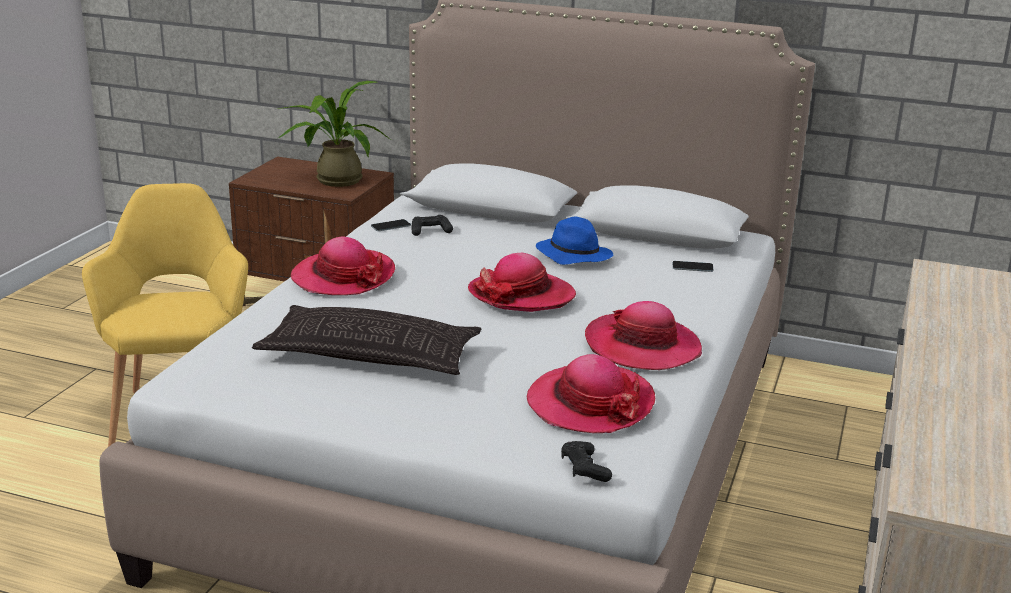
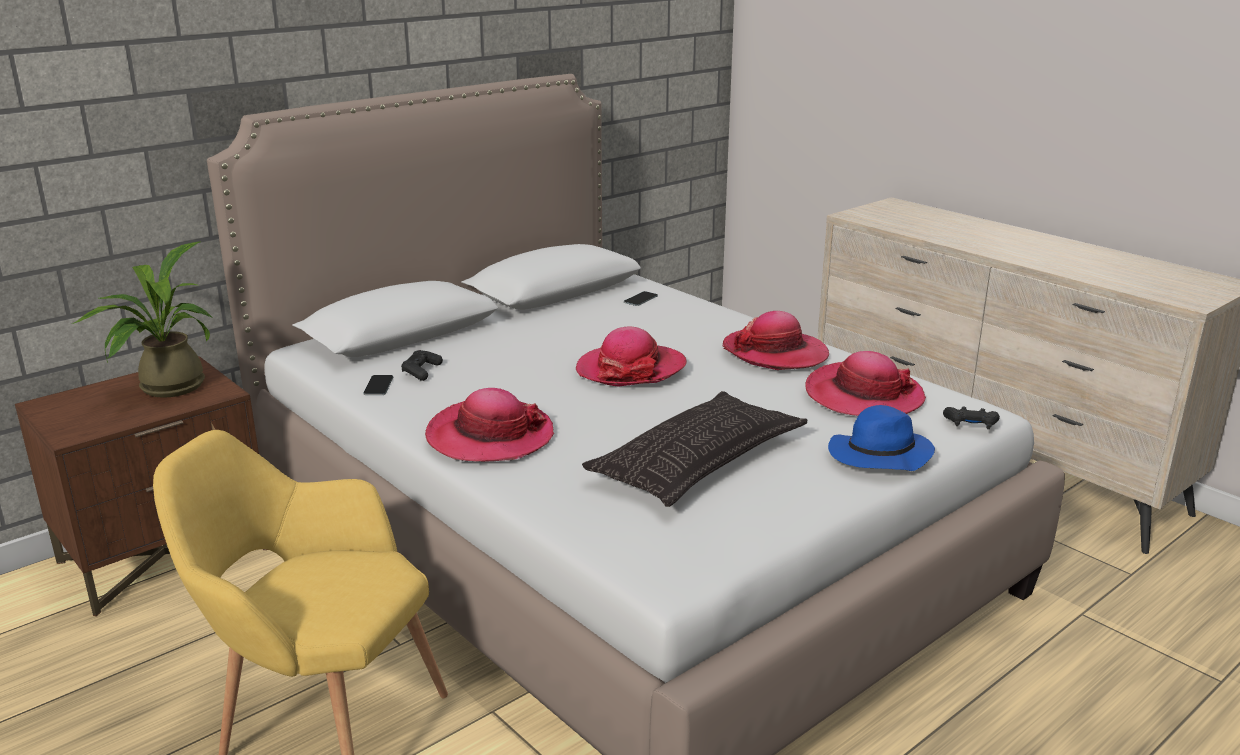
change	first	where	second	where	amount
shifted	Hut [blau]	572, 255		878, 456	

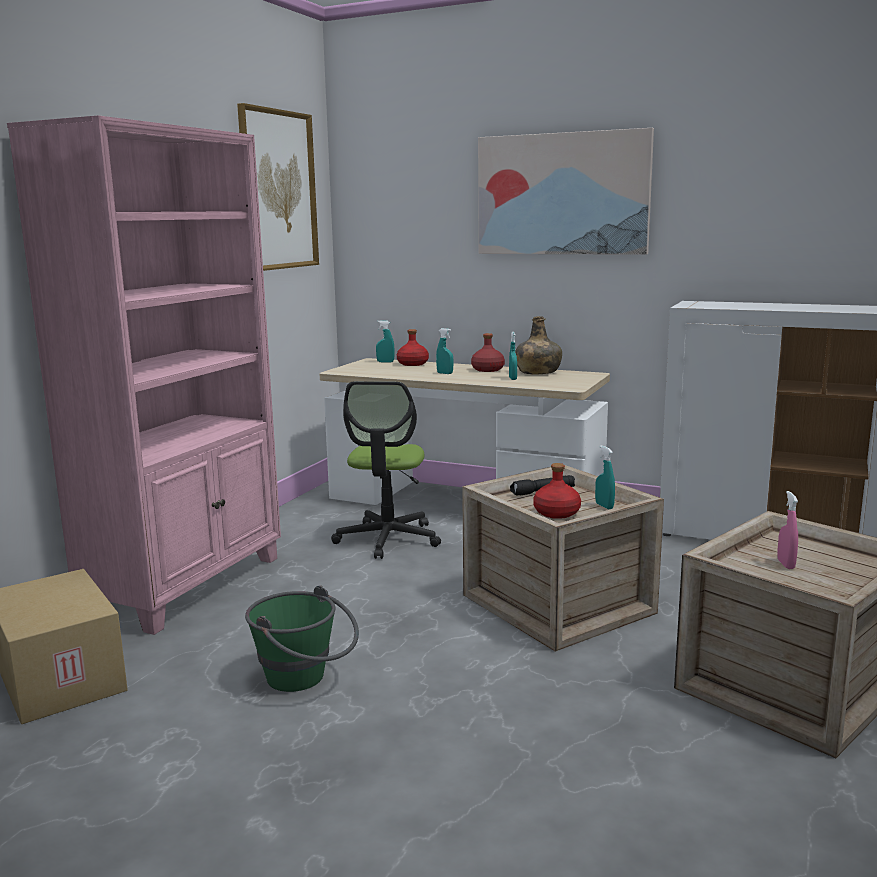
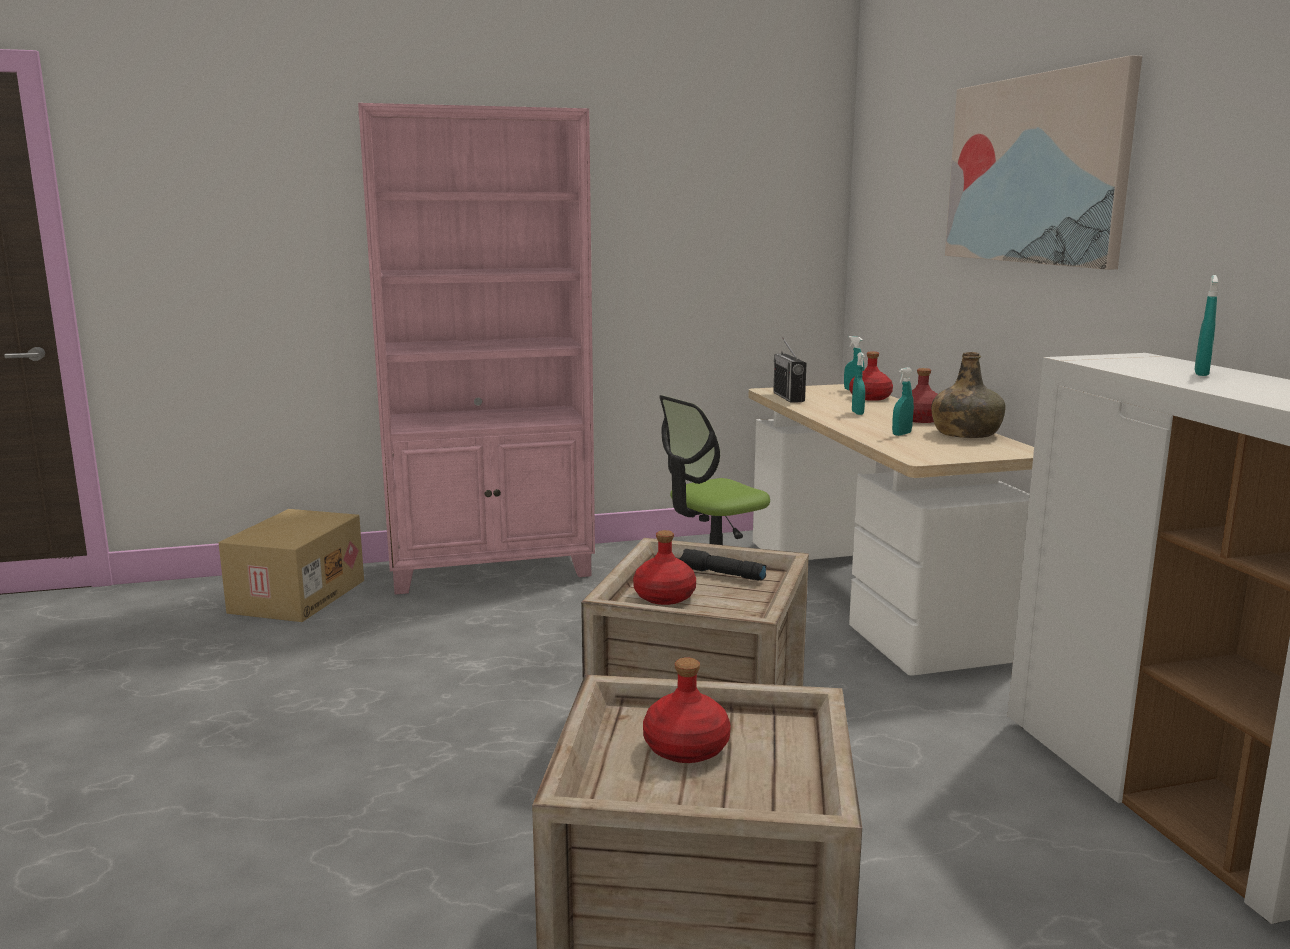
change	first	where	second	where	amount
swapped	Sprühflasche [rosa]	785, 564	Flasche [rot]	687, 748	
new			Radio	788, 397	
shifted	Sprühflasche [türkis]	604, 506		1201, 373	
gone	Bild	278, 190			
gone	Eimer [grün]	305, 679			

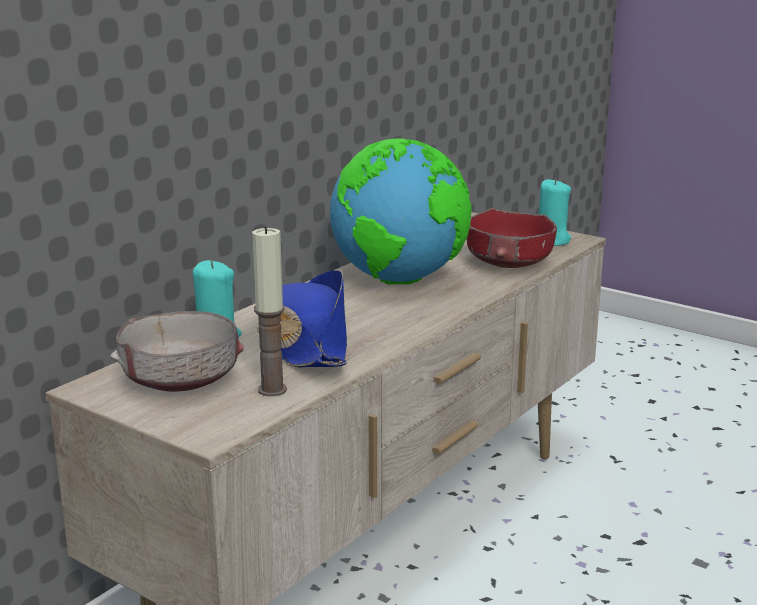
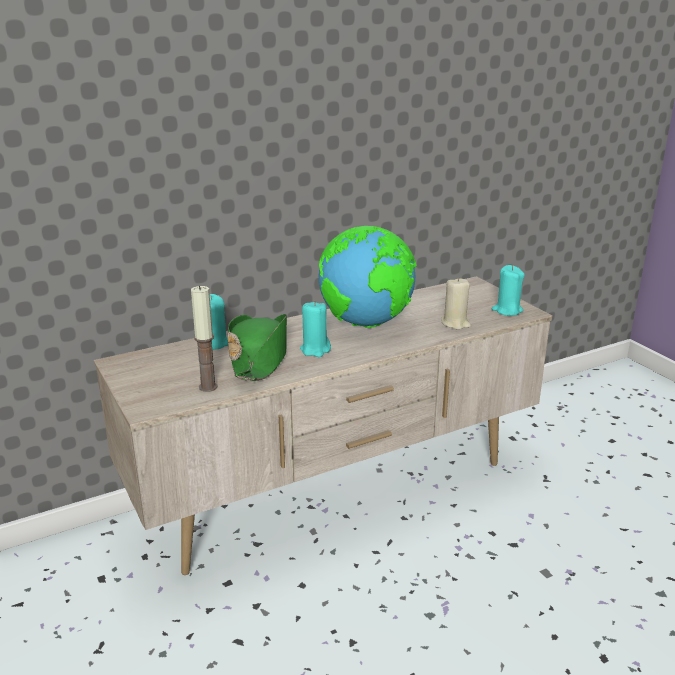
change	first	where	second	where	amount
repainted	Hut [blau]	302, 342	Hut [grün]	259, 357	
new			Kerze [türkis]	315, 350	
swapped	Schüssel [rot]	508, 263	Kerze [beige]	455, 323	
gone	Schüssel [grau]	181, 381			

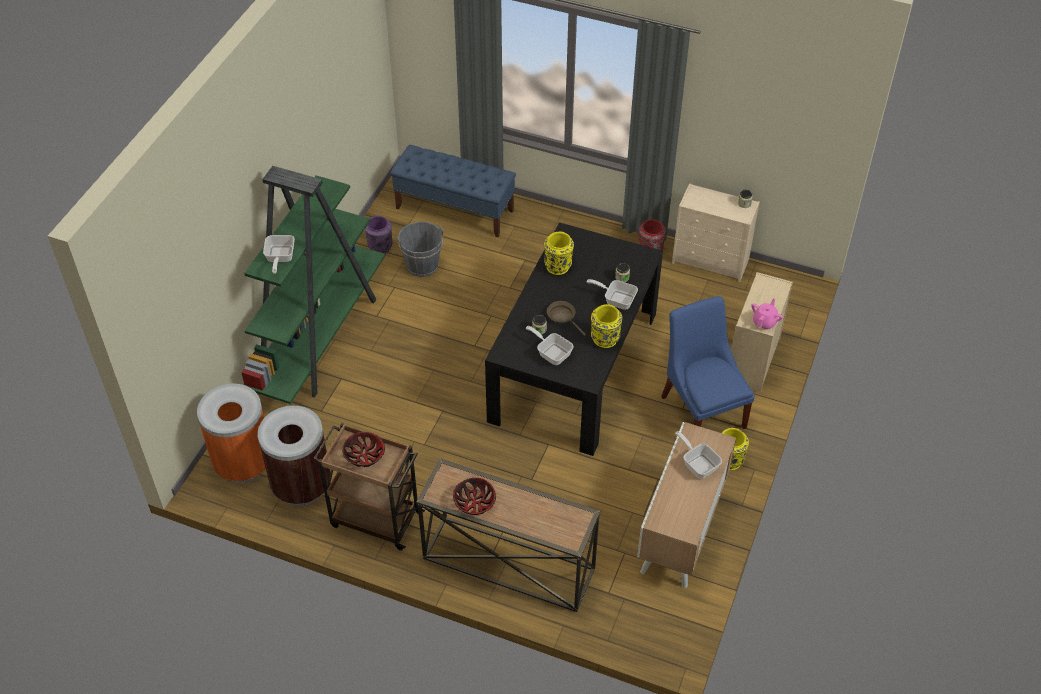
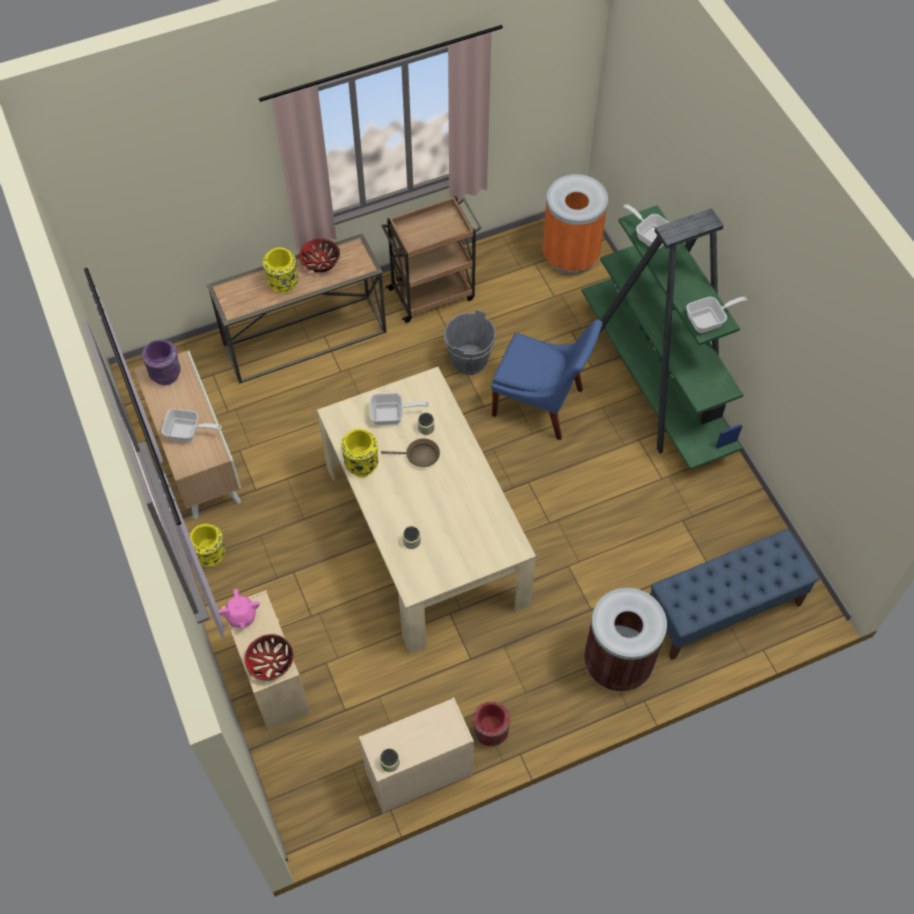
change	first	where	second	where	amount
shifted	Vase [lila]	380, 247		166, 374	
shifted	Schüssel	364, 456		270, 663	
shifted	Vase [gelb]	558, 266		283, 283	
repainted	Esstisch [schwarz]	574, 366	Esstisch [beige]	425, 534	
shifted	Eimer [grau]	422, 265		469, 360	
shifted	Stuhl [blau]	702, 408		541, 404	
shifted	Mülleimer [braun]	302, 485		617, 663	
shifted	Pfanne	616, 299		709, 320	

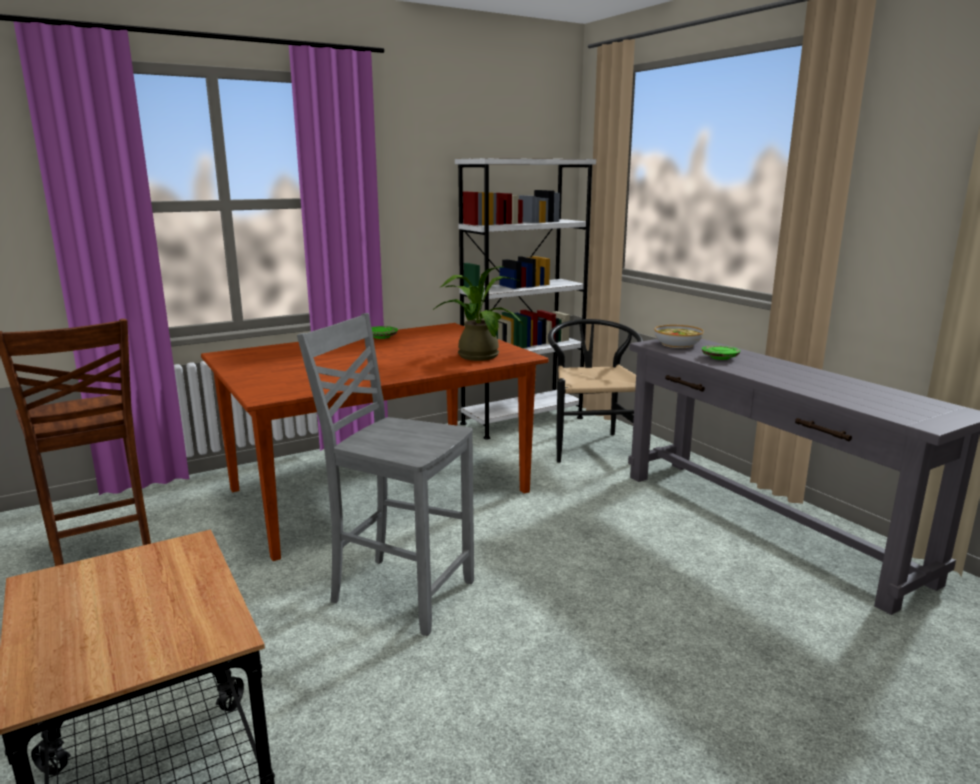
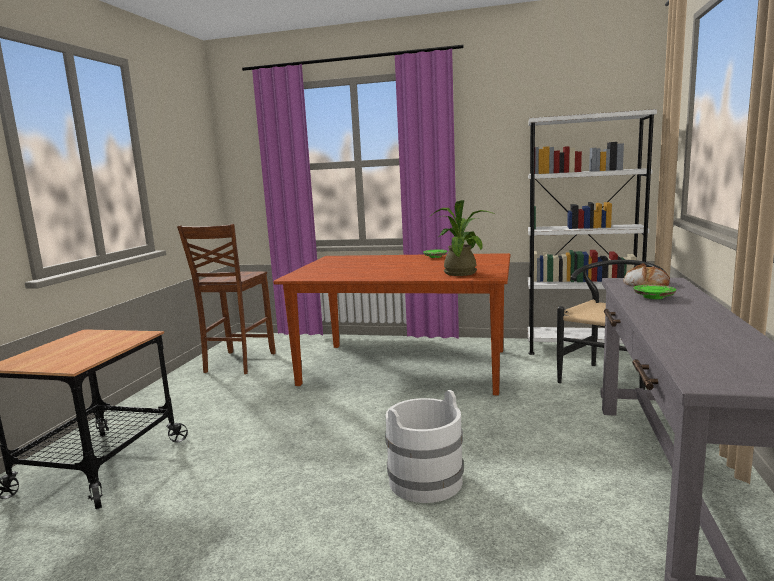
change	first	where	second	where	amount
new			Eimer [weiß]	425, 481	
swapped	Schüssel	677, 344	Brot	645, 283	
gone	Stuhl [grau]	400, 592			

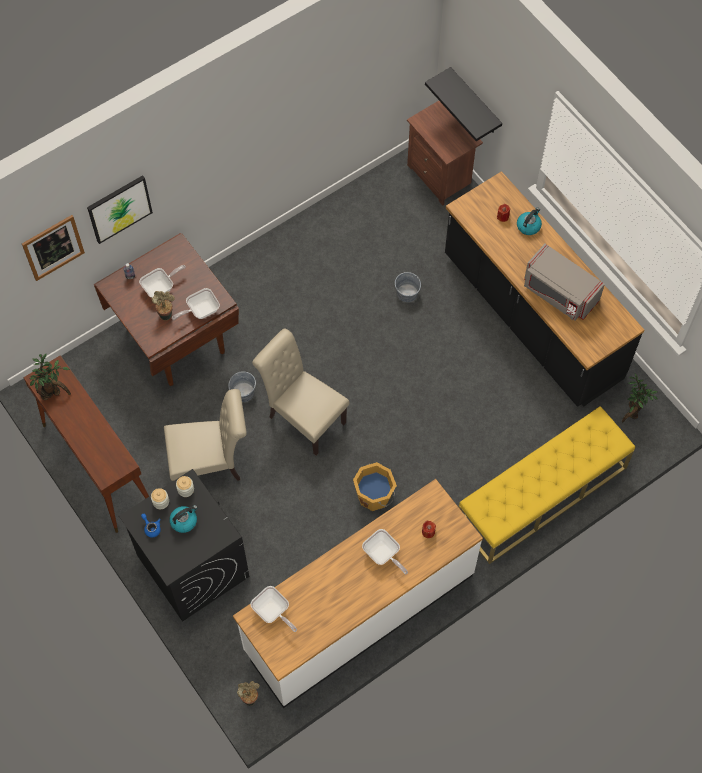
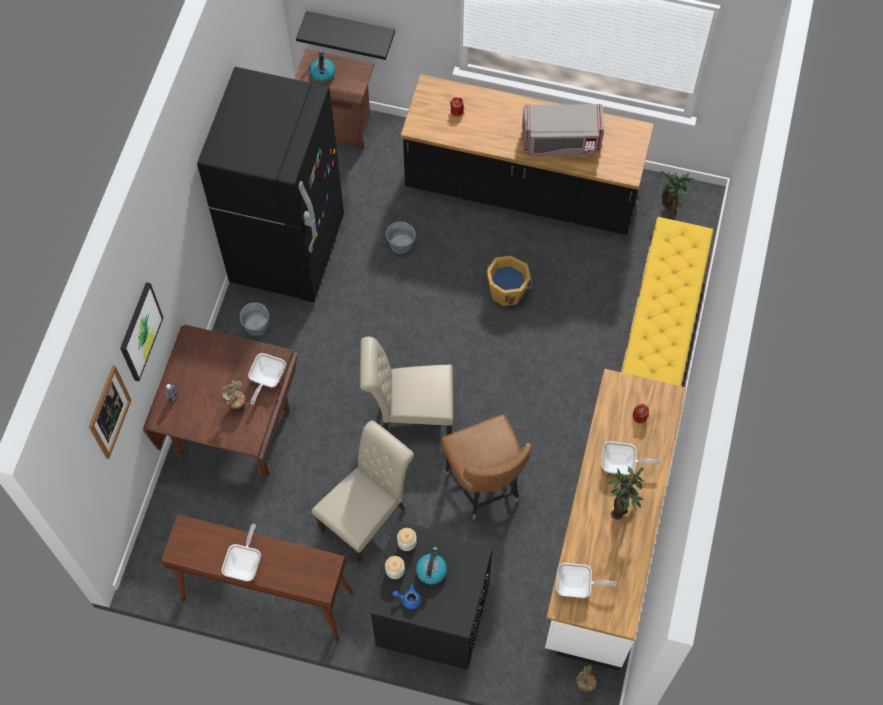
change	first	where	second	where	amount
new			Kühlschrank [schwarz]	288, 250	
shifted	Pfanne	161, 288		245, 563	
shifted	Eimer [grau]	243, 392		256, 325	
shifted	Wasserkessel	528, 226		322, 73	
new			Stuhl [braun]	484, 485	
shifted	Eimer [orange]	374, 495		507, 290	
shifted	Topfpflanze	53, 394		621, 507	

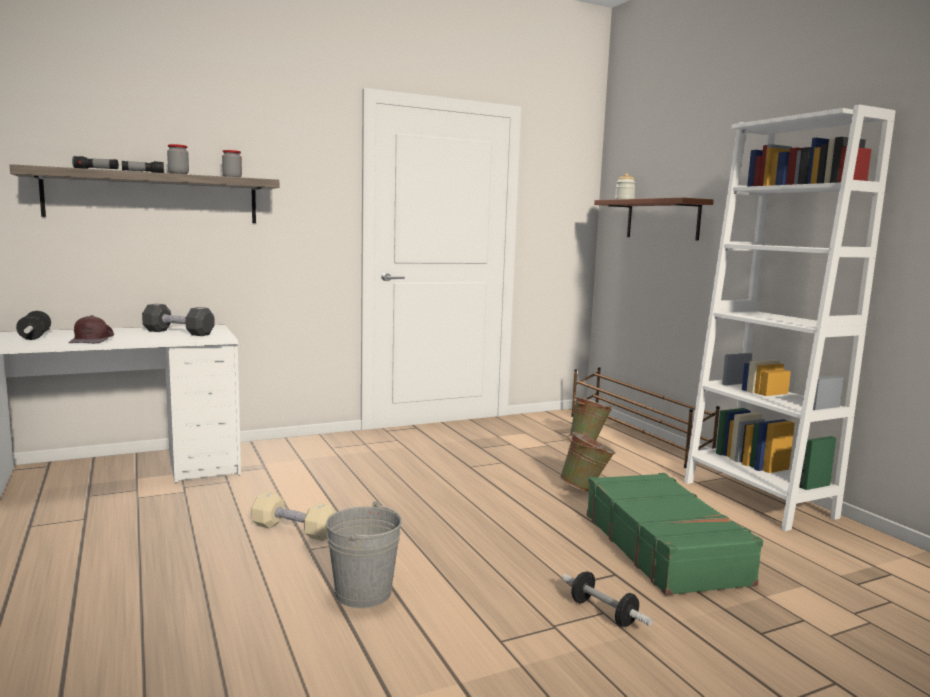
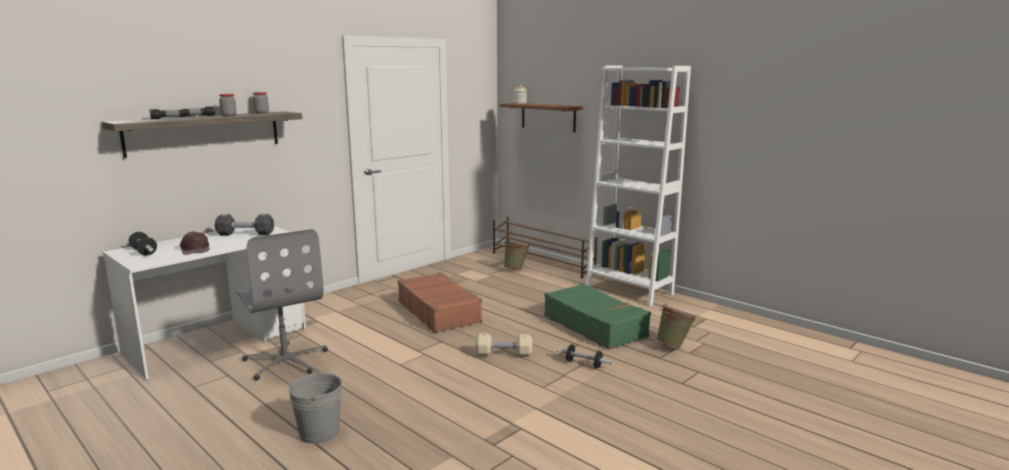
change	first	where	second	where	amount
new			Bürostuhl [grau]	286, 361	
shifted	Eimer [grau]	363, 593		319, 433	
new			Koffer [braun]	439, 312	
shifted	Hantel [beige]	294, 530		504, 354	
shifted	Eimer [grün]	586, 489		674, 346	

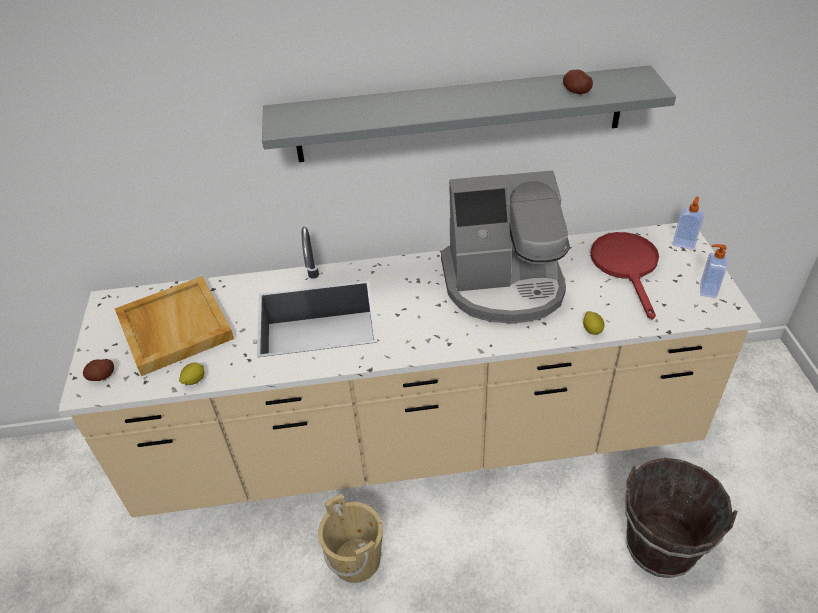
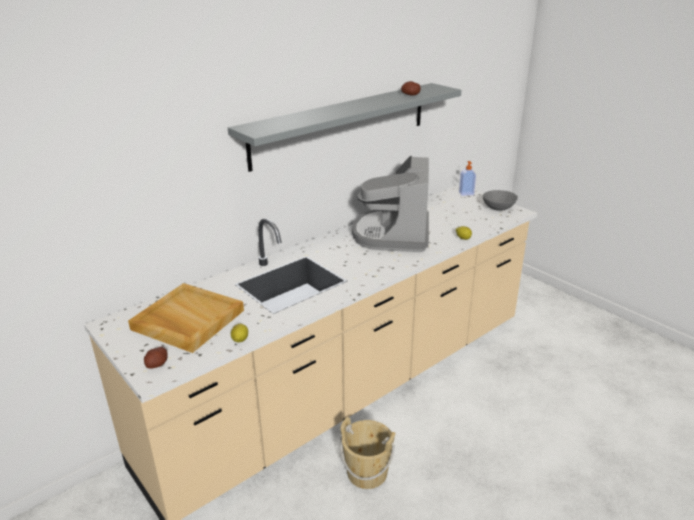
change	first	where	second	where	amount
rotated	Kaffeemaschine	504, 285		393, 234	135 degrees clockwise
swapped	Seifenspender	707, 290	Schüssel [grau]	499, 207	
gone	Pfanne [rot]	627, 266			
gone	Eimer [braun]	660, 546			

